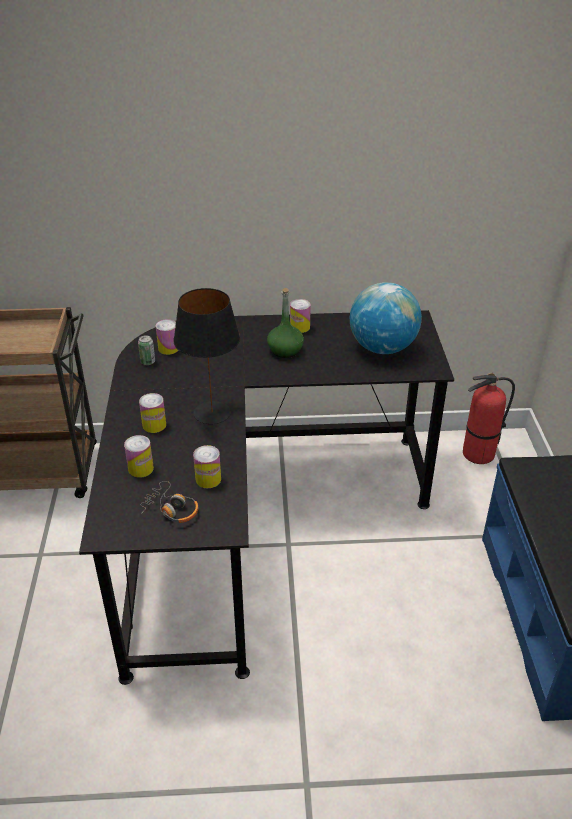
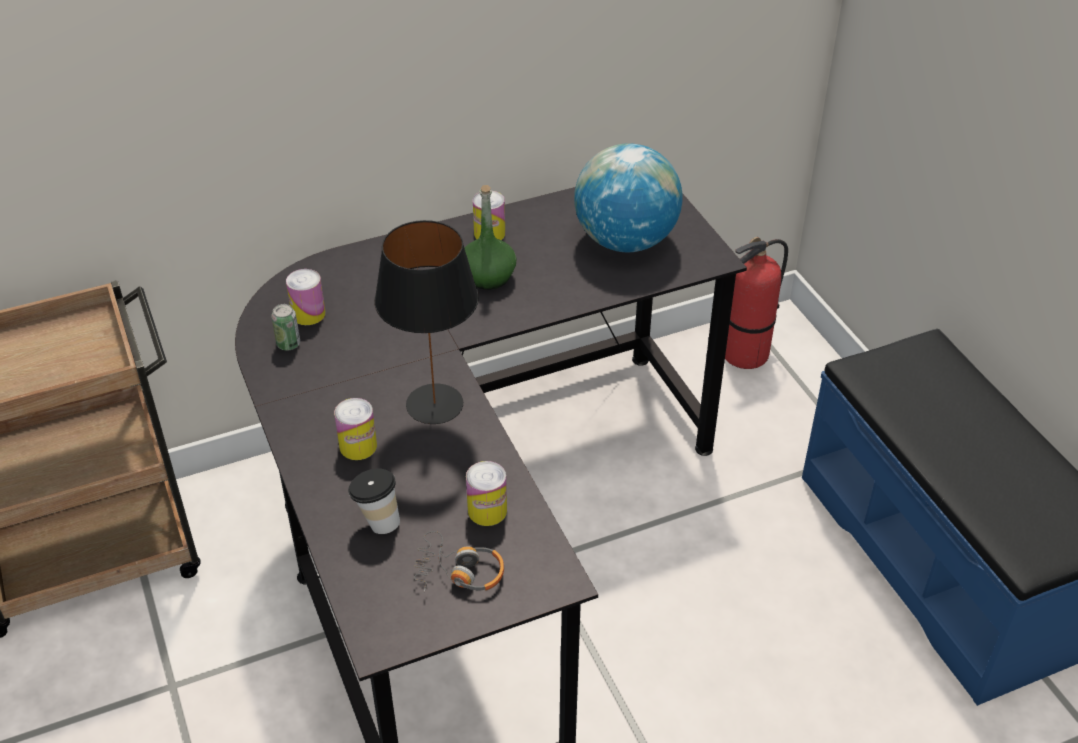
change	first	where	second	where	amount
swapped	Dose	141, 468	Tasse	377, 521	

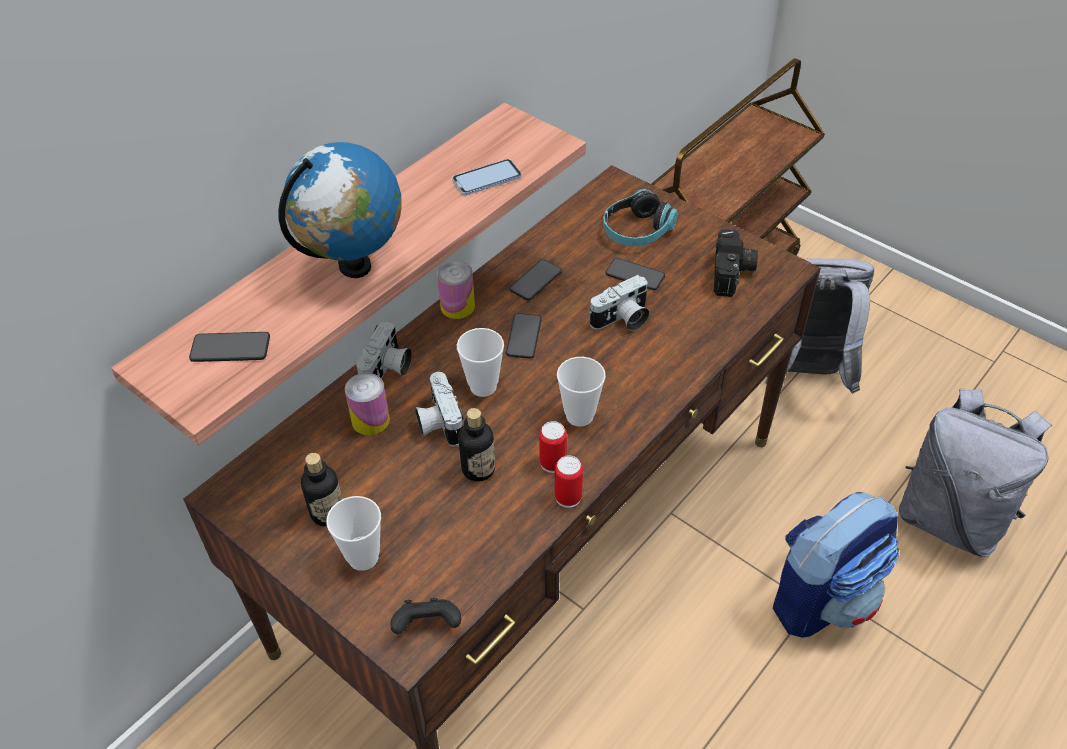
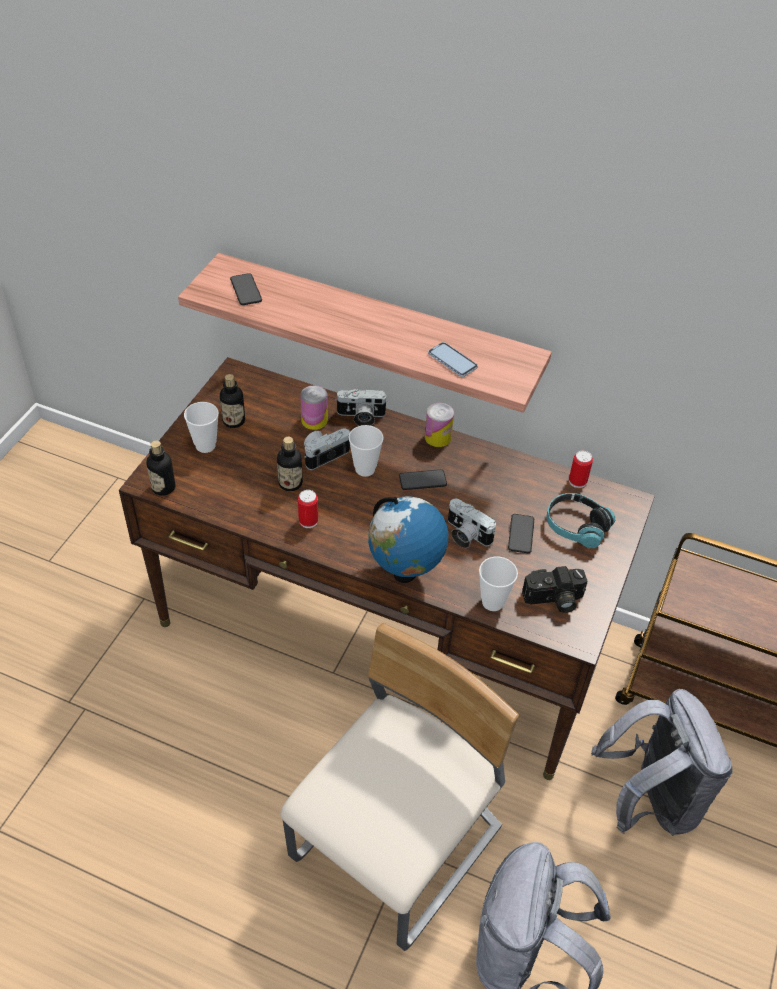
change	first	where	second	where	amount
swapped	Gamepad [schwarz]	428, 626	Flasche	163, 487	
swapped	Rucksack	821, 597	Stuhl [beige]	398, 846	
shifted	Globus	355, 266		405, 573	
shifted	Tasse	579, 416		492, 602	
shifted	Dose	568, 497		577, 481	
gone	Handy	535, 281			

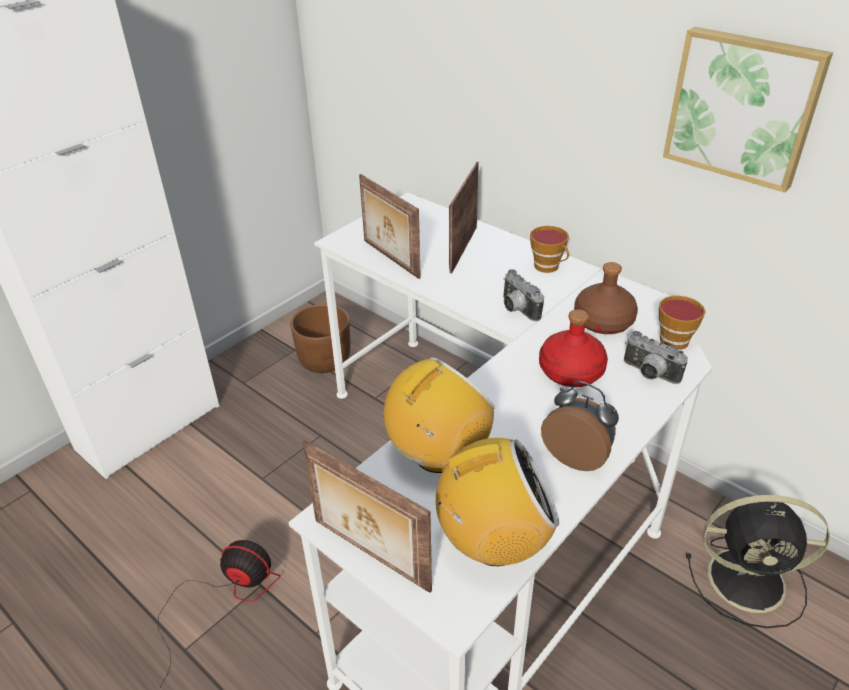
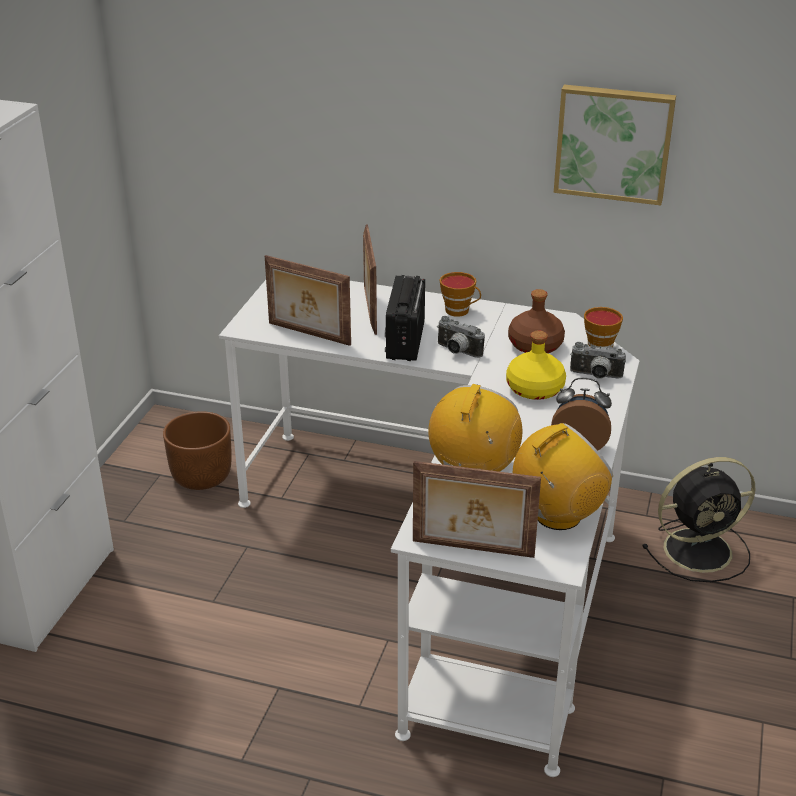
change	first	where	second	where	amount
new			Radio	405, 341	
repainted	Flasche [rot]	570, 371	Flasche [gelb]	534, 389	
gone	Ventilator	225, 597			

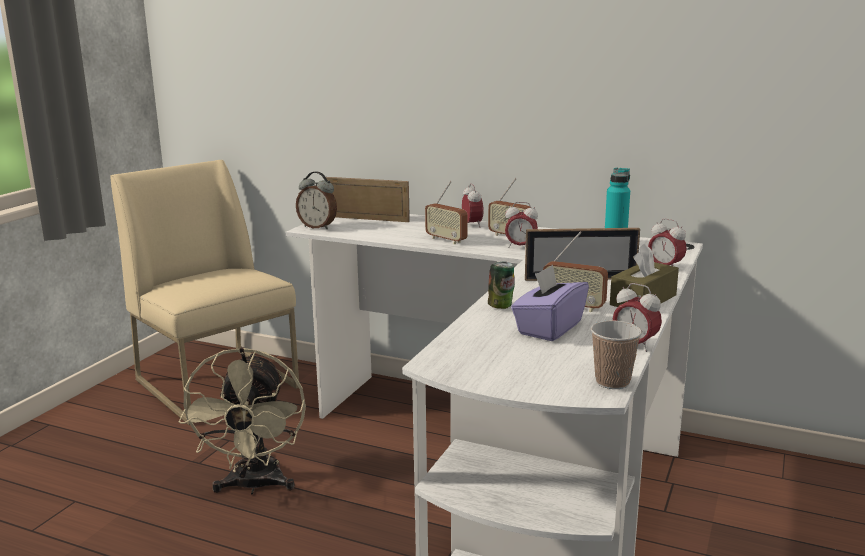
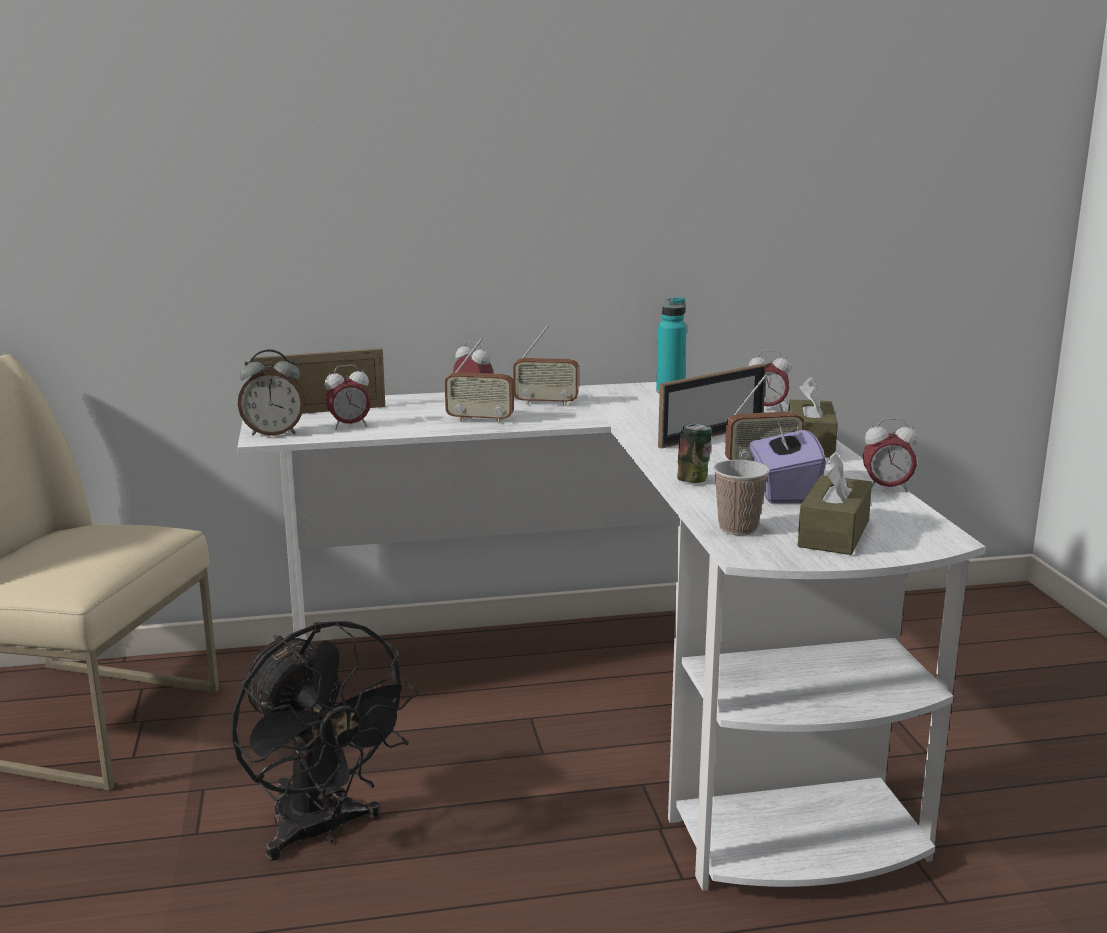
change	first	where	second	where	amount
repainted	Ventilator [beige]	254, 486	Ventilator [schwarz]	321, 831	
shifted	Wecker	520, 247		349, 426	
shifted	Tasse	612, 382		738, 528	
new			Taschentuchbox [braun]	834, 533	

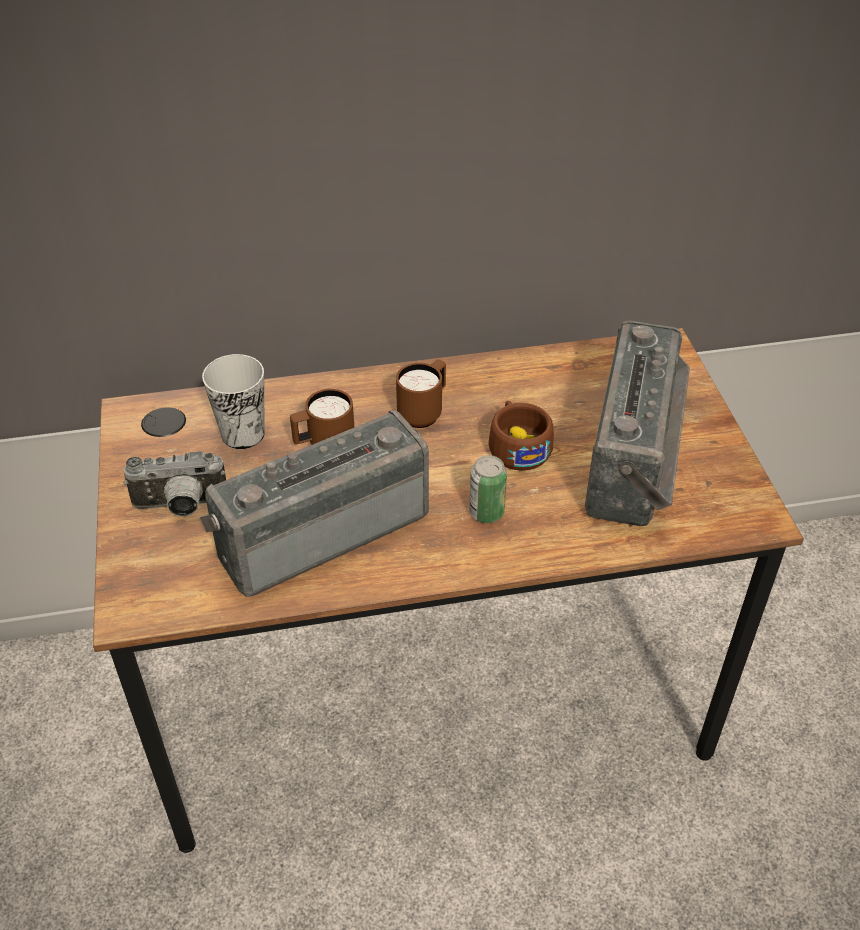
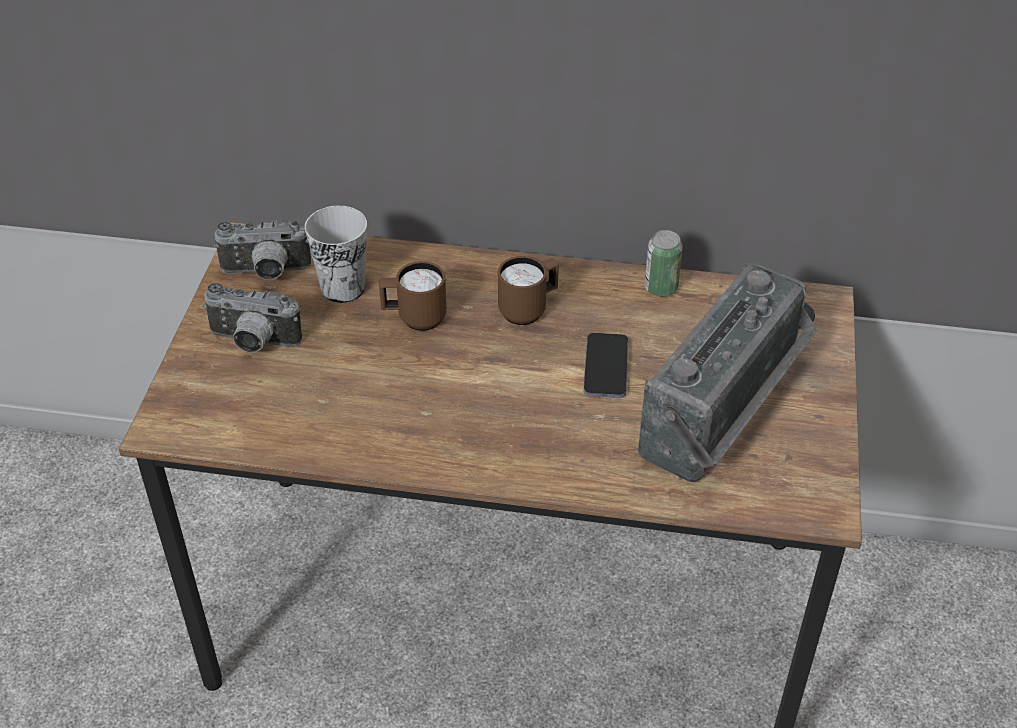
change	first	where	second	where	amount
new			Kamera	266, 273	
swapped	Tasse [braun]	517, 446	Handy	605, 368	
shifted	Dose	486, 512		660, 288	
gone	Radio	320, 529			

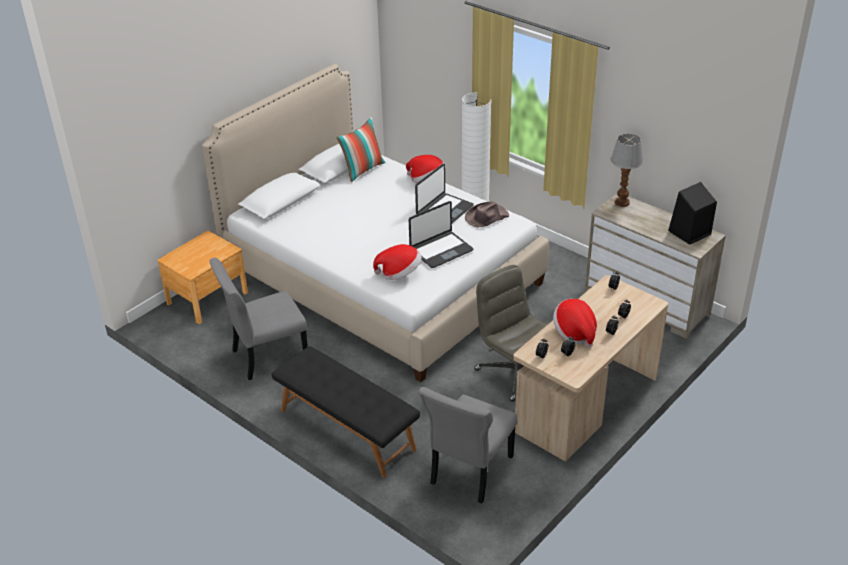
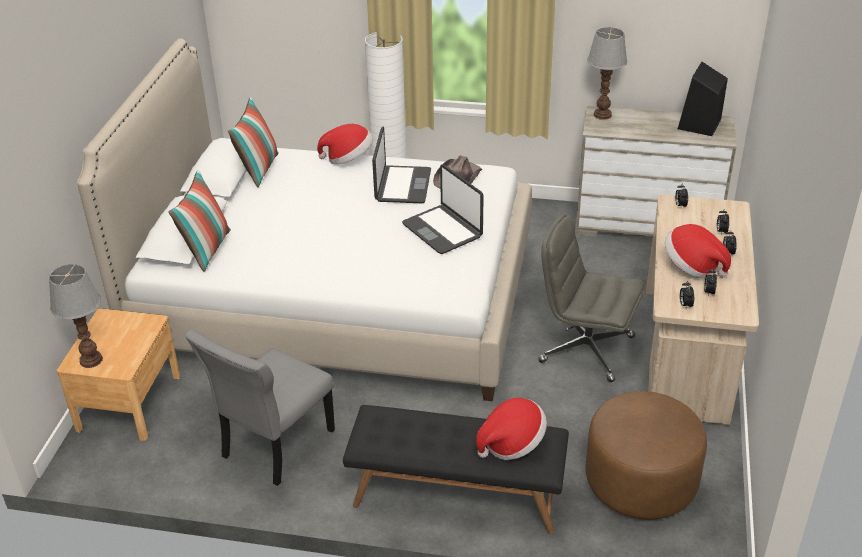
change	first	where	second	where	amount
new			Tischlampe	92, 360	
new			Kissen	206, 249	
rotated	Laptop	440, 250		443, 230	120 degrees clockwise
shifted	Hut	399, 273		511, 443	
swapped	Stuhl [grau]	469, 472	Polsterhocker [braun]	640, 482	

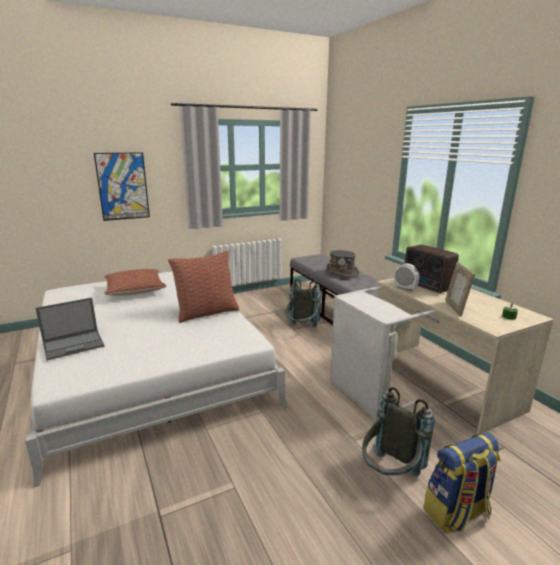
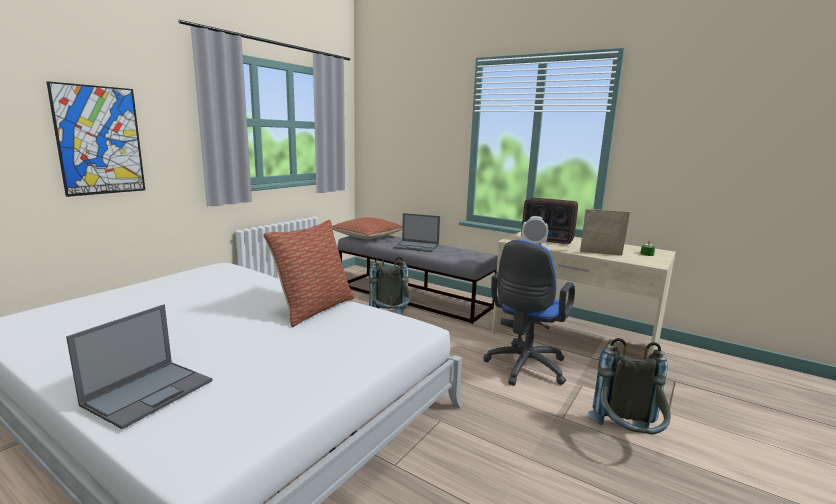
change	first	where	second	where	amount
shifted	Kissen	135, 290		367, 237	
swapped	Hut [grau]	341, 273	Laptop	417, 246	
swapped	Wäschekorb [grau]	366, 394	Bürostuhl [blau]	524, 368	
rotated	Bilderrahmen	455, 308		600, 254	135 degrees clockwise
gone	Rucksack	456, 513			

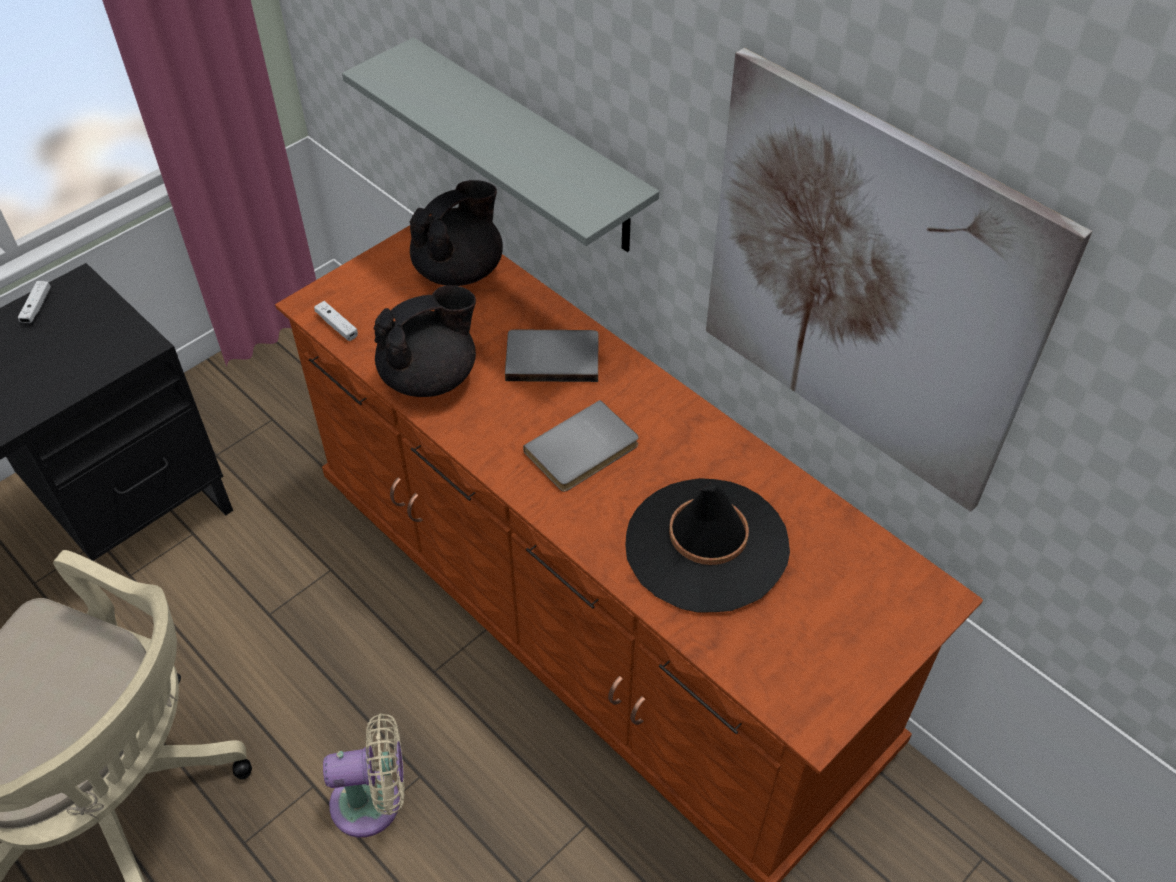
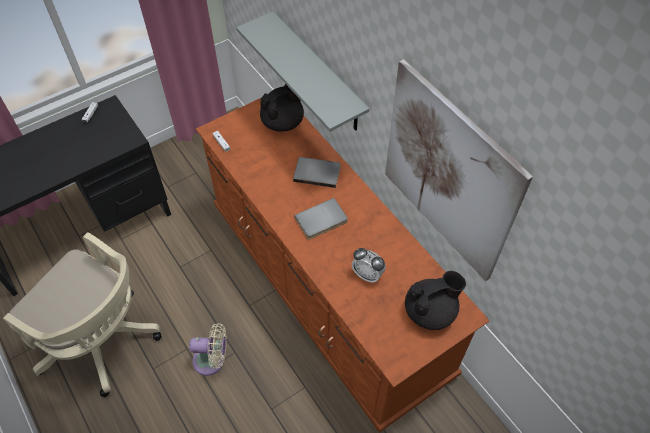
change	first	where	second	where	amount
swapped	Hut [schwarz]	706, 545	Wecker	367, 274	
shifted	Teekanne [schwarz]	430, 376		430, 311	

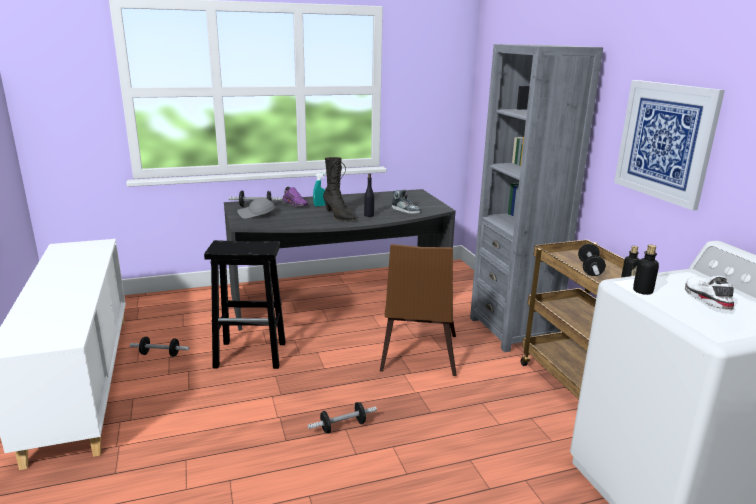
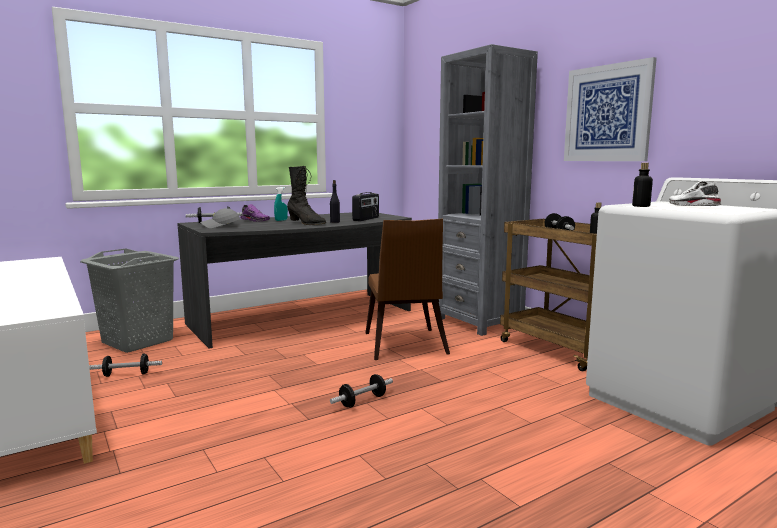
change	first	where	second	where	amount
new			Wäschekorb [grau]	138, 341	
swapped	Schuh	405, 210	Radio	366, 219	
gone	Hocker [schwarz]	252, 355			

